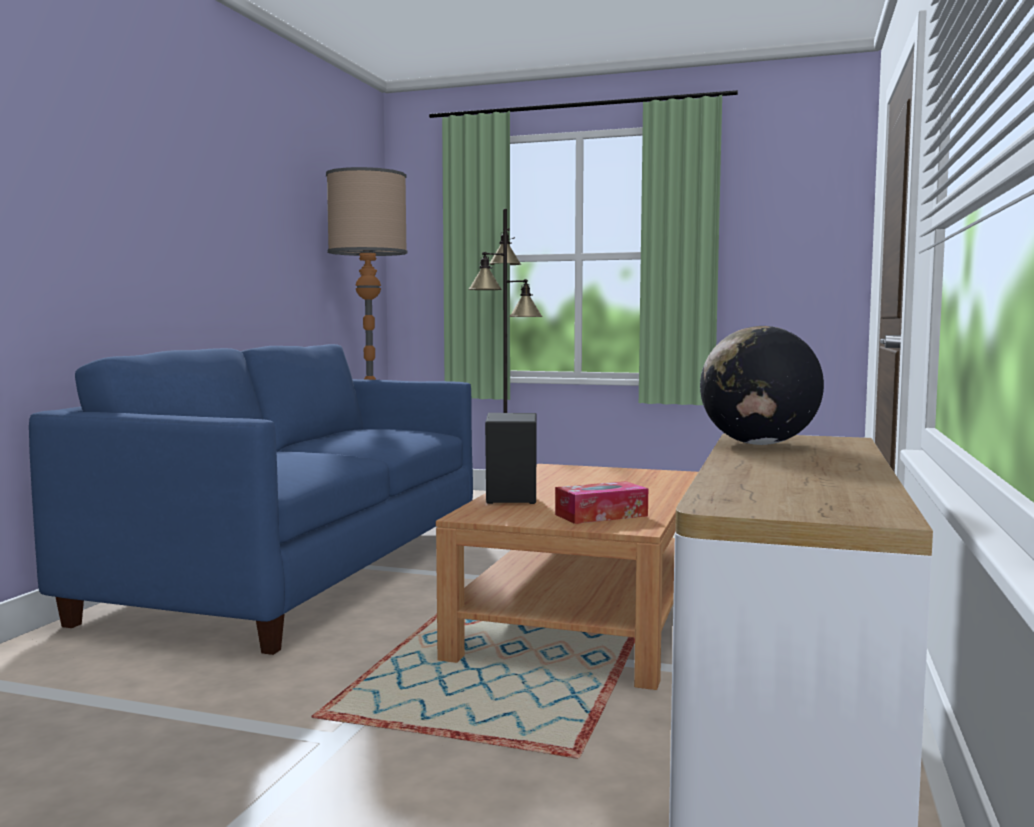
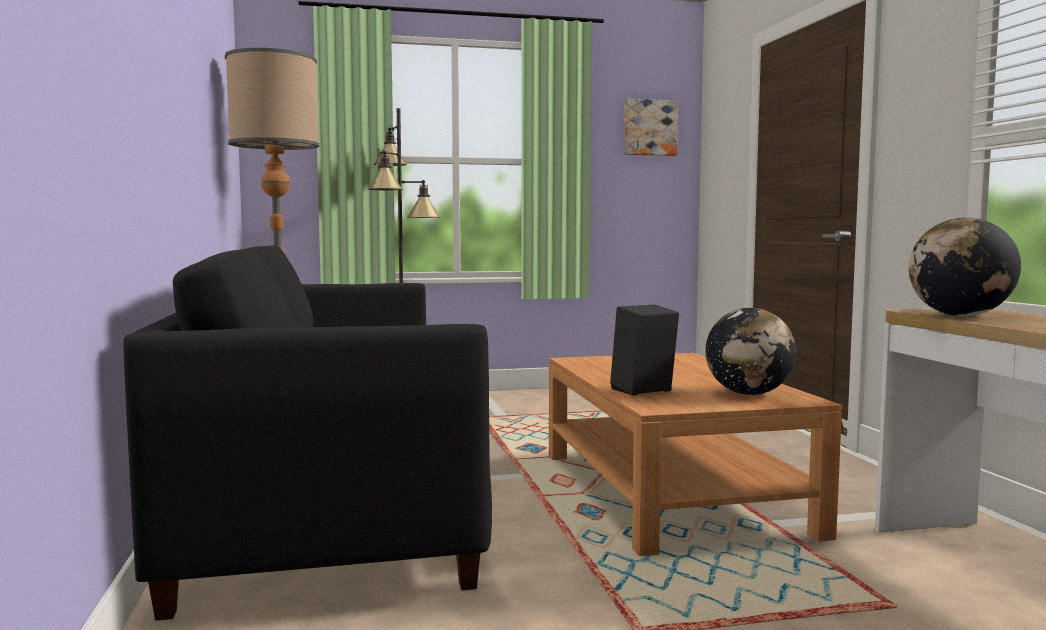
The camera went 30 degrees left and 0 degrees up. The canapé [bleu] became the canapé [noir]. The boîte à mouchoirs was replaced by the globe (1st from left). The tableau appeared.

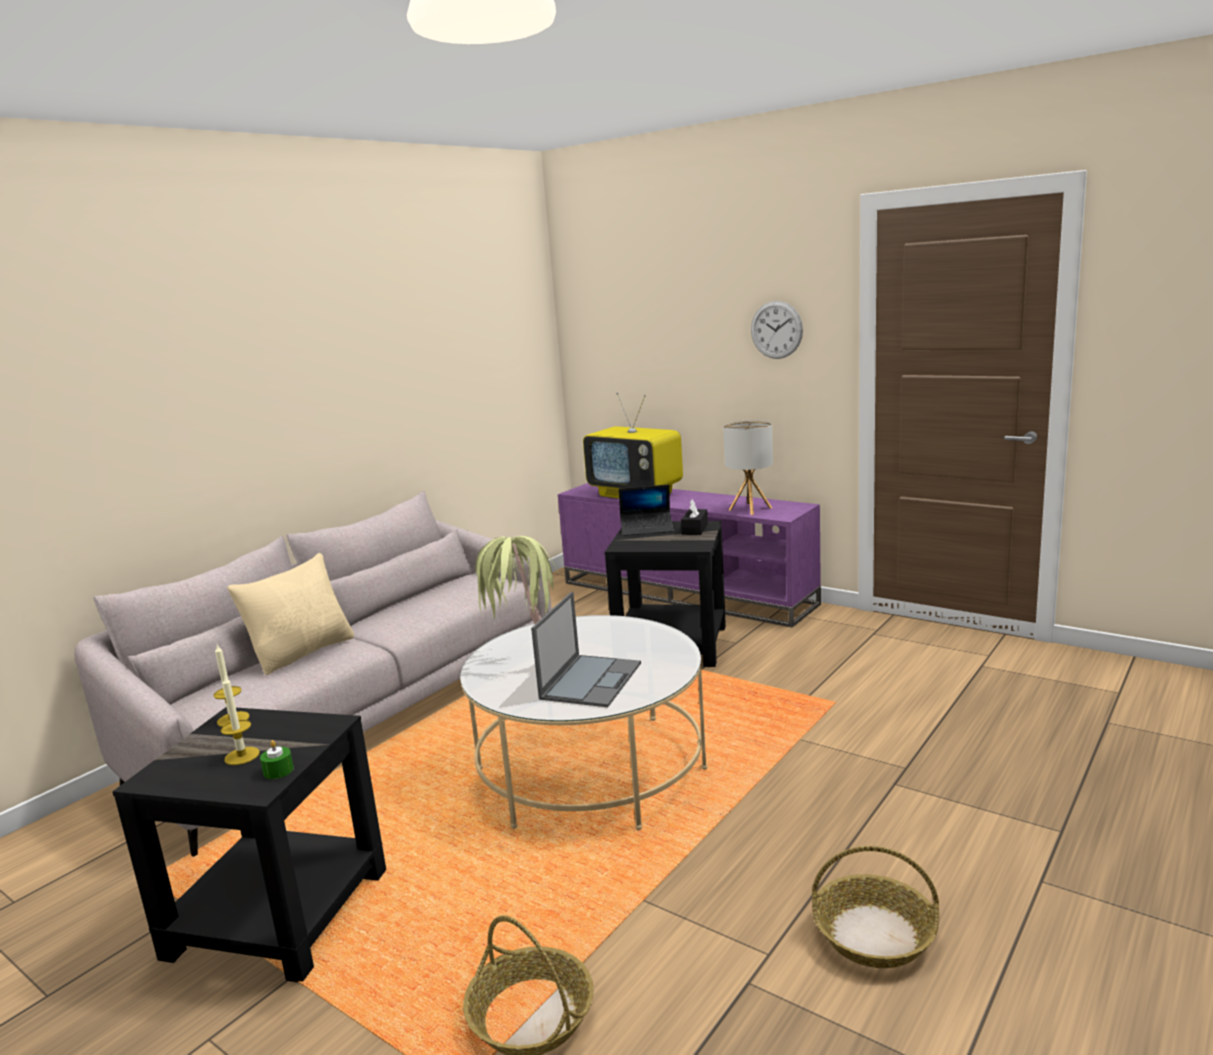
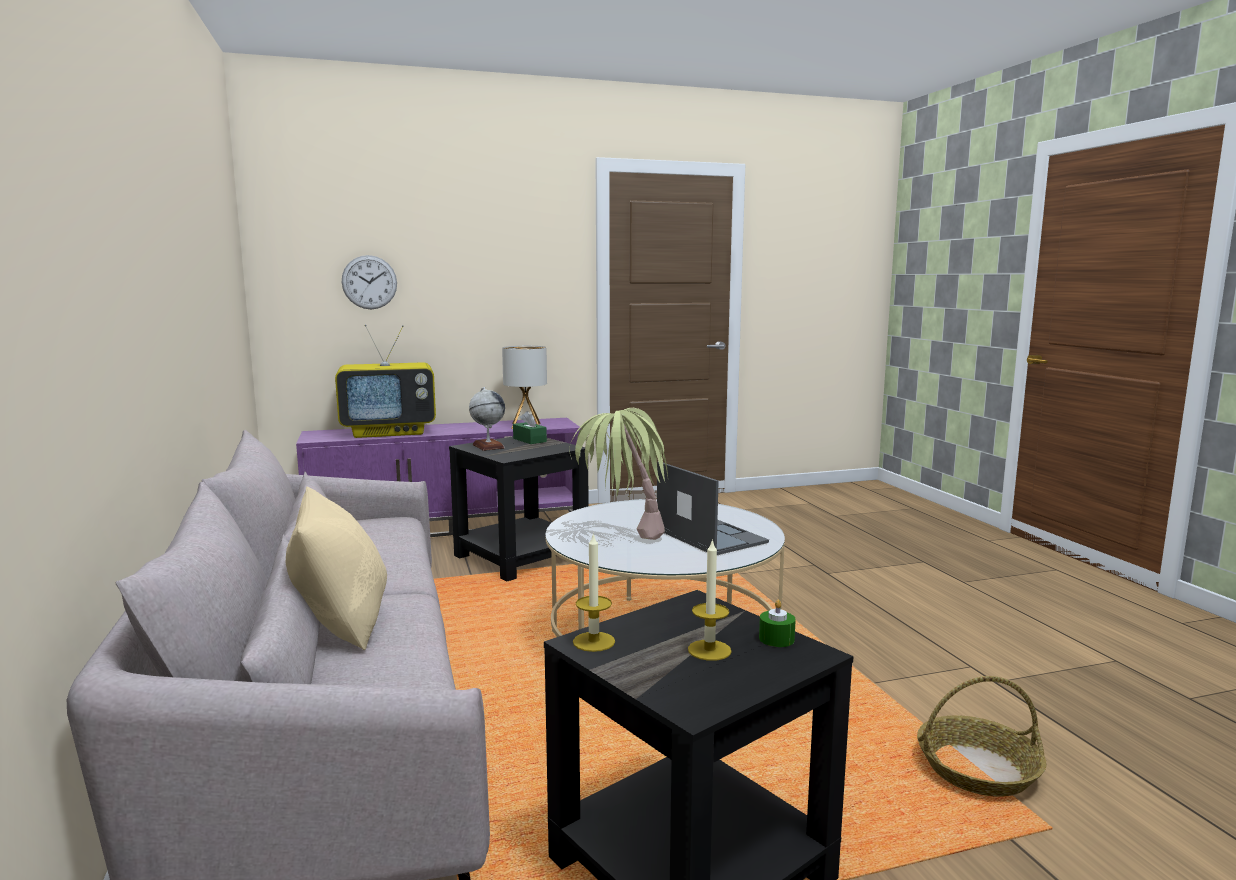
The camera went 55 degrees left and 5 degrees down. The horloge murale moved. The ordinateur portable (2nd from left) was replaced by the globe. The boîte à mouchoirs [noir] became the boîte à mouchoirs [vert]. The panier (2nd from left) disappeared.

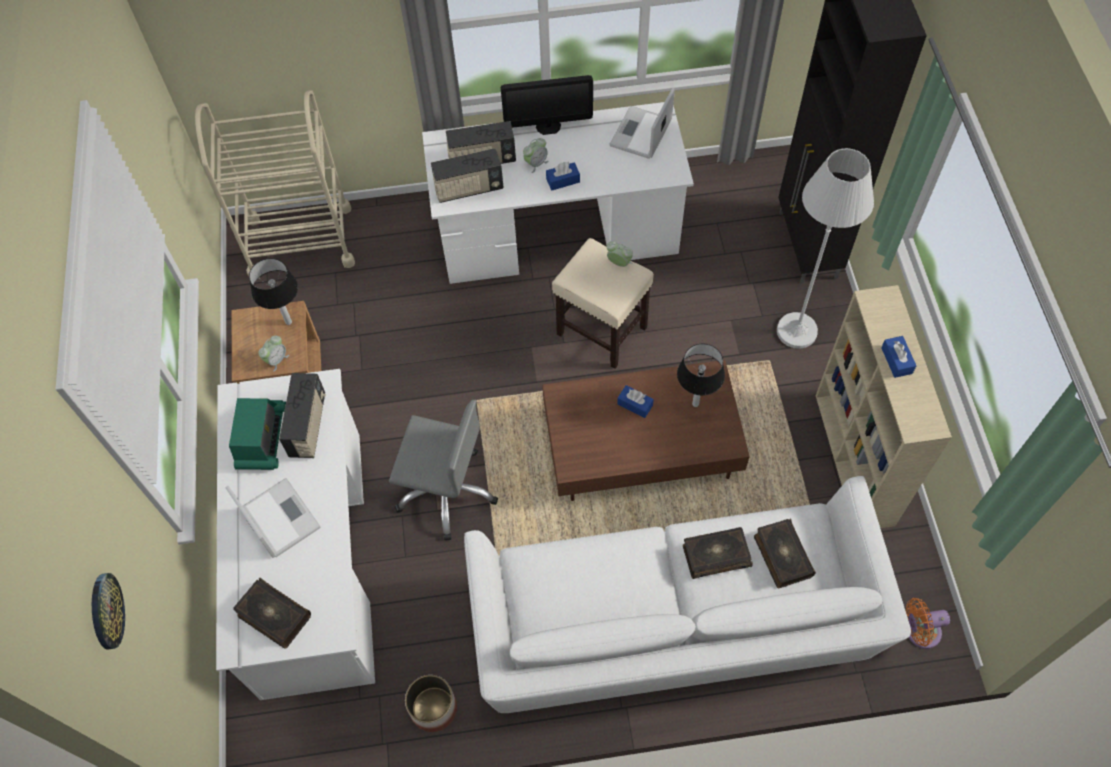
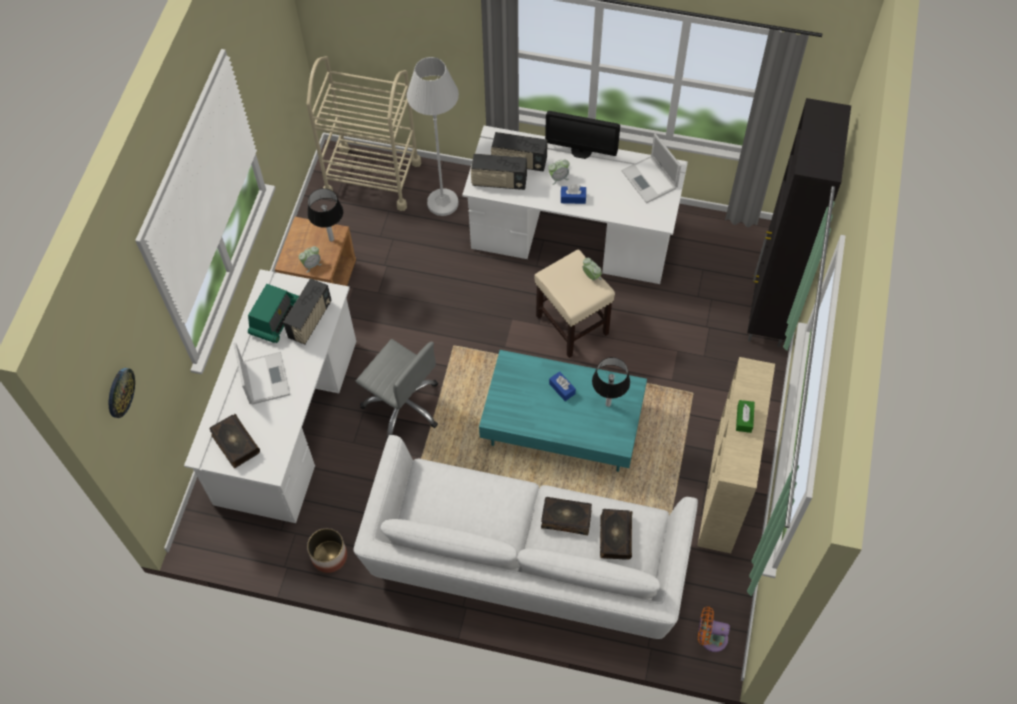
The camera went 20 degrees right and 0 degrees up. The ordinateur portable (2nd from left) turned 75 degrees counterclockwise. The lampadaire [blanc] moved. The boîte à mouchoirs [bleu] (3rd from left) became the boîte à mouchoirs [vert]. The table basse [marron] became the table basse [turquoise].

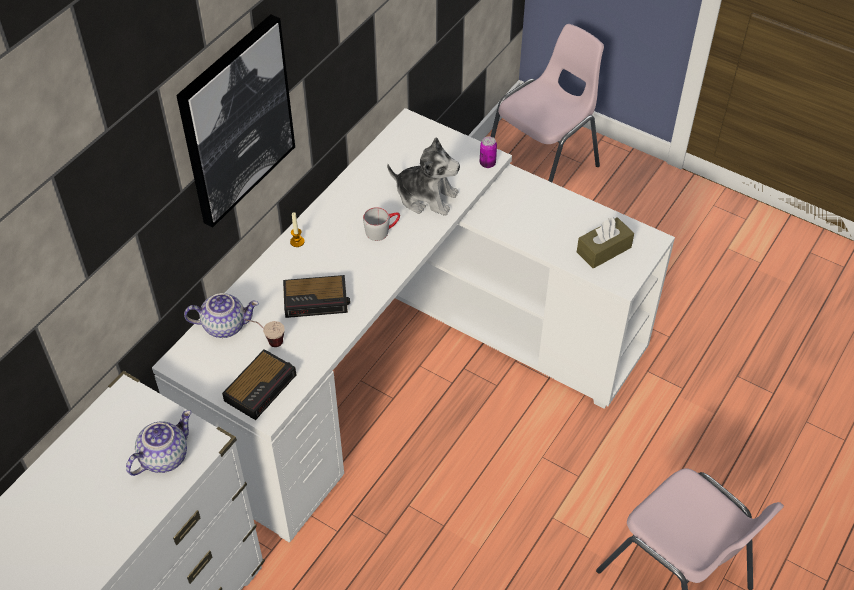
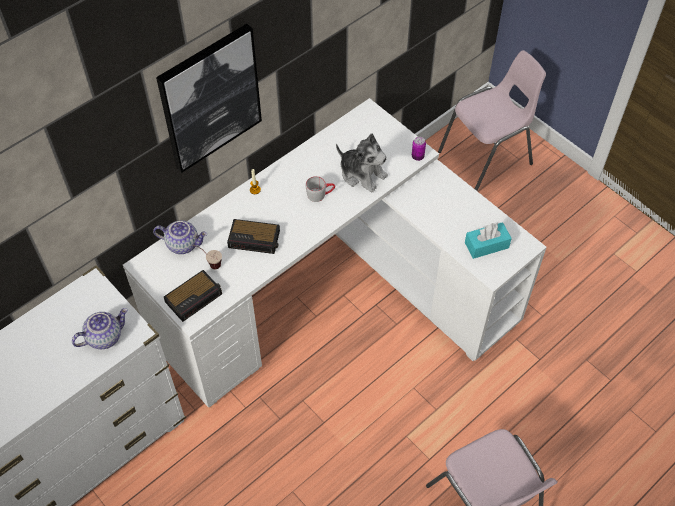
The camera went 15 degrees right and 5 degrees up. The boîte à mouchoirs [marron] became the boîte à mouchoirs [turquoise].

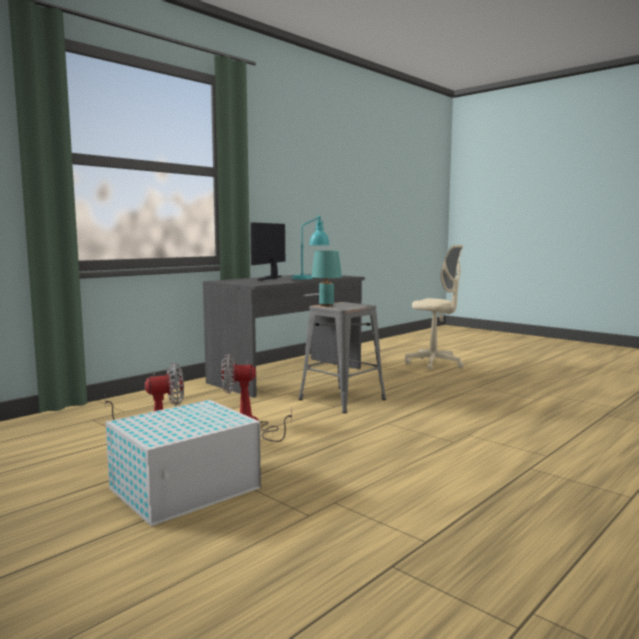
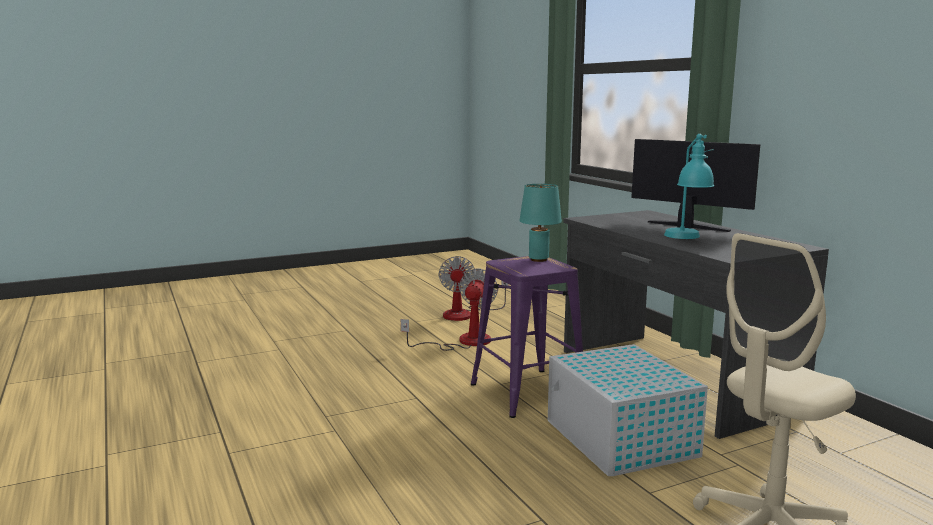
The camera went 110 degrees right and 5 degrees up. The tabouret [gris] became the tabouret [violet]. The boîte de rangement [blanc] moved.

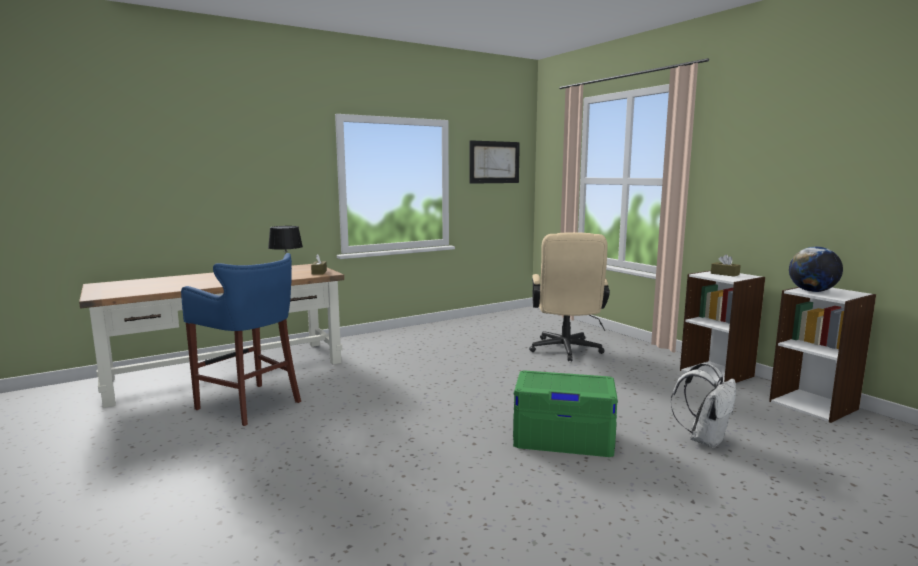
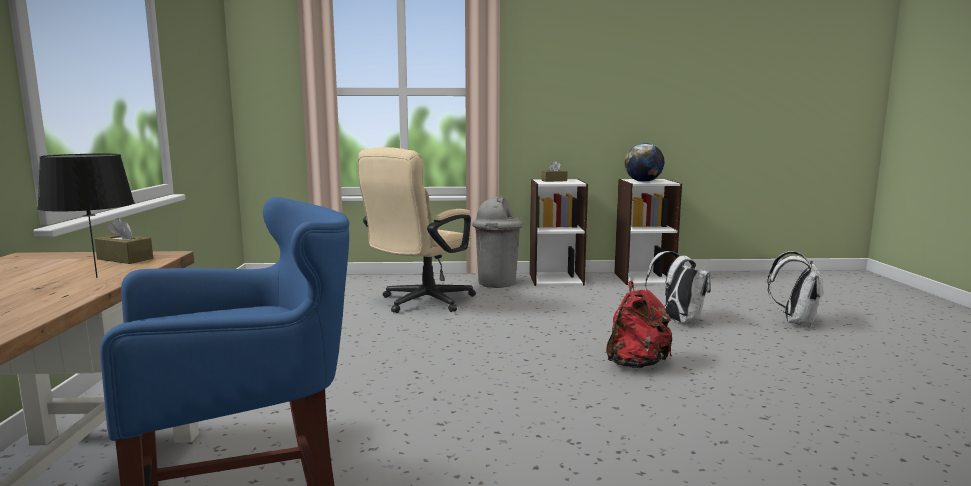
The camera went 60 degrees left and 0 degrees up. The tableau disappeared. The chaise de bureau [beige] turned 90 degrees clockwise. The boîte de rangement [vert] was replaced by the sac à dos [rouge]. The poubelle [gris] appeared. The sac à dos [blanc] (2nd from left) appeared.

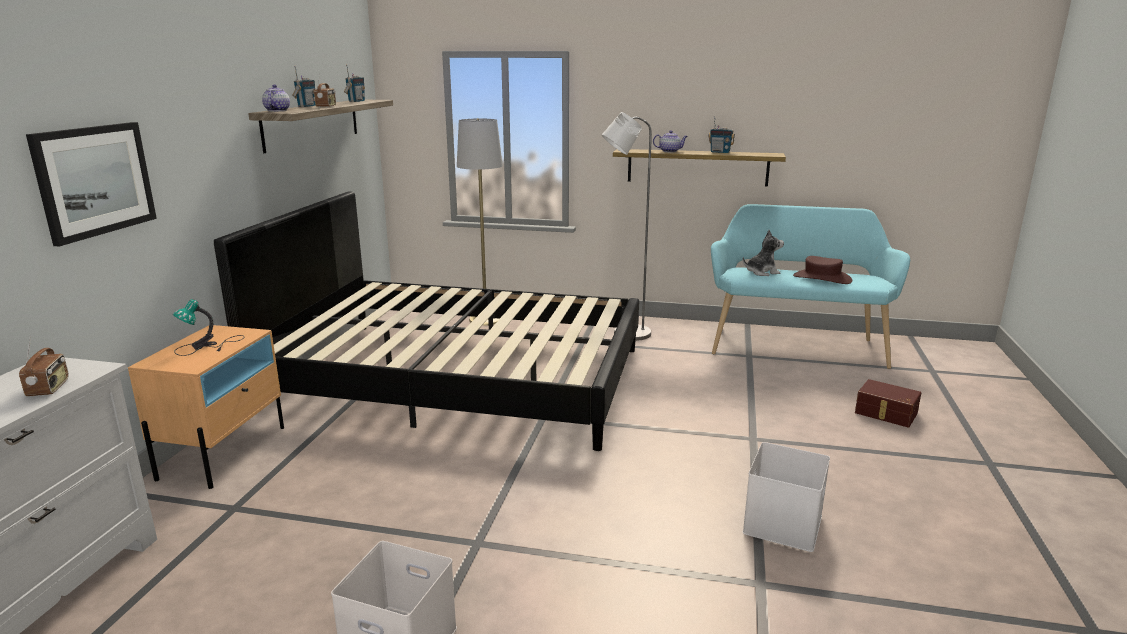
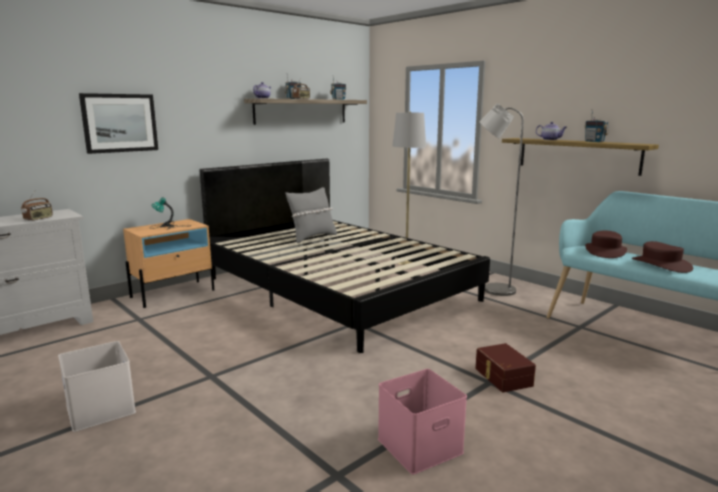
The camera went 35 degrees right and 5 degrees down. The peluche was replaced by the chapeau [marron] (1st from left). The boîte de rangement [marron] moved. The boîte de rangement [blanc] (2nd from left) became the boîte de rangement [rose]. The coussin [gris] appeared.

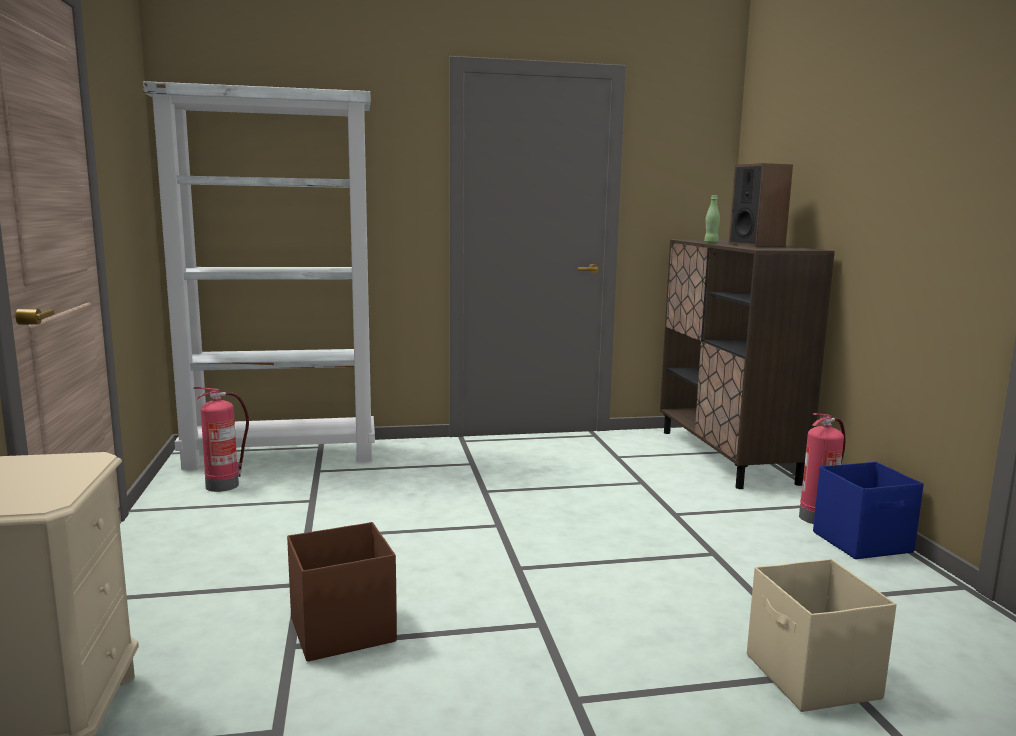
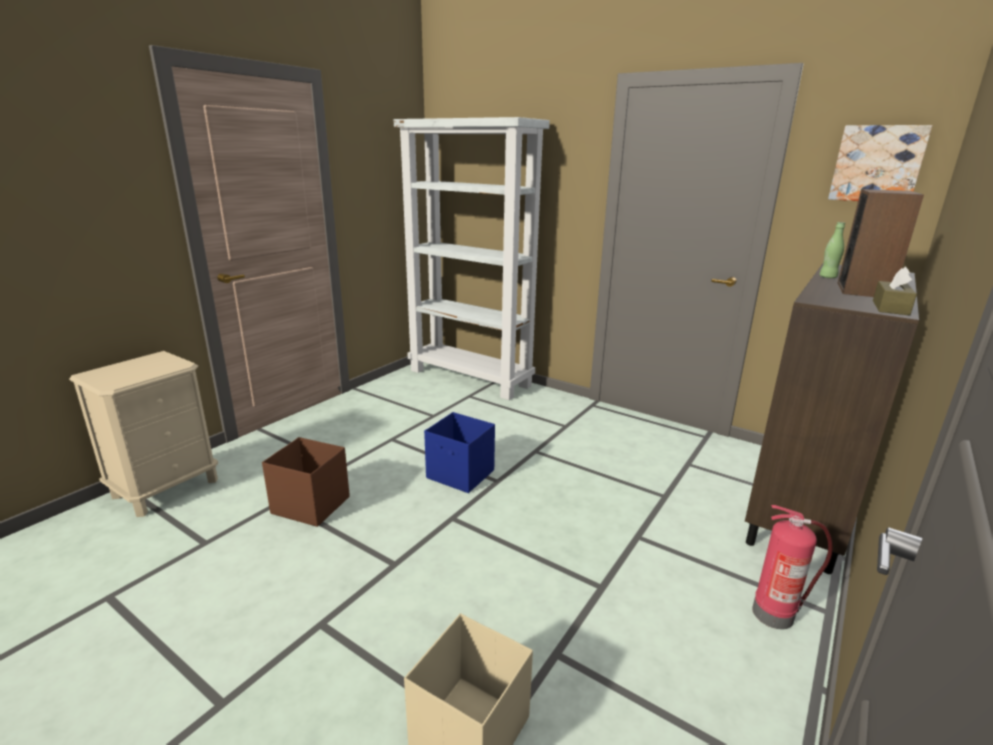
The camera went 45 degrees right and 10 degrees up. The extincteur (1st from left) disappeared. The boîte de rangement [bleu] moved. The tableau appeared. The boîte à mouchoirs [marron] appeared.

